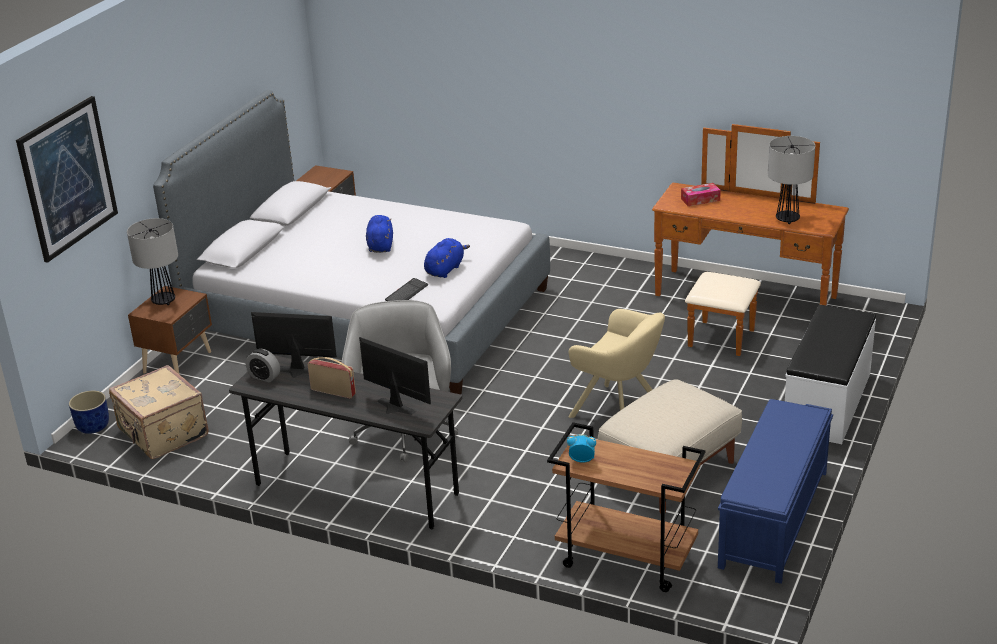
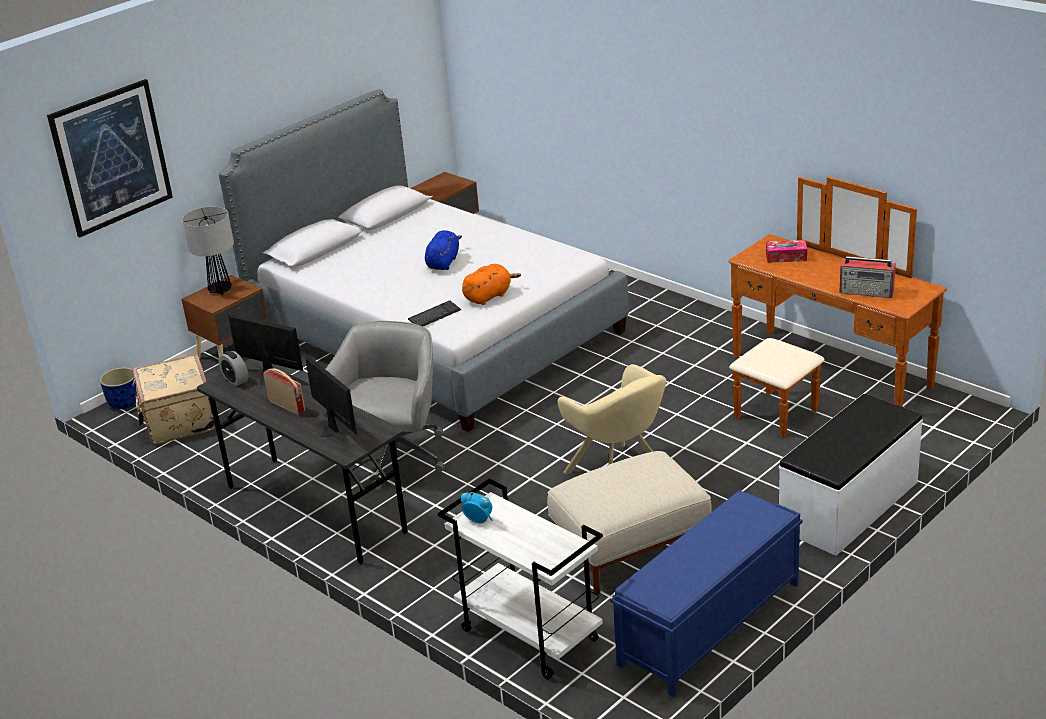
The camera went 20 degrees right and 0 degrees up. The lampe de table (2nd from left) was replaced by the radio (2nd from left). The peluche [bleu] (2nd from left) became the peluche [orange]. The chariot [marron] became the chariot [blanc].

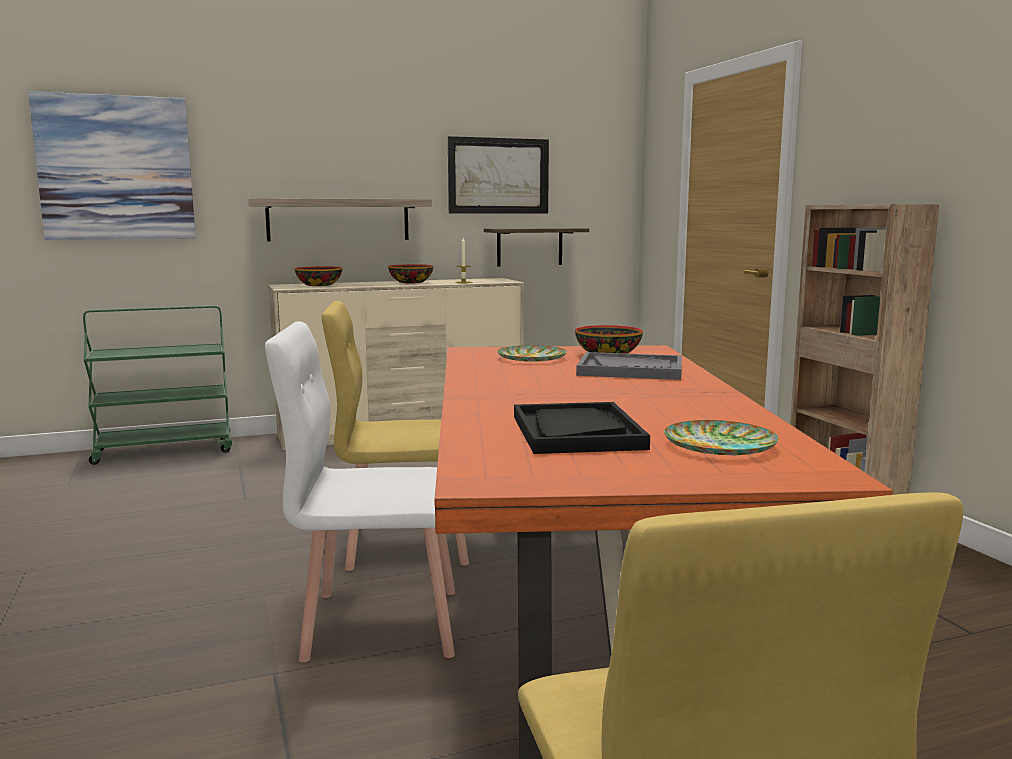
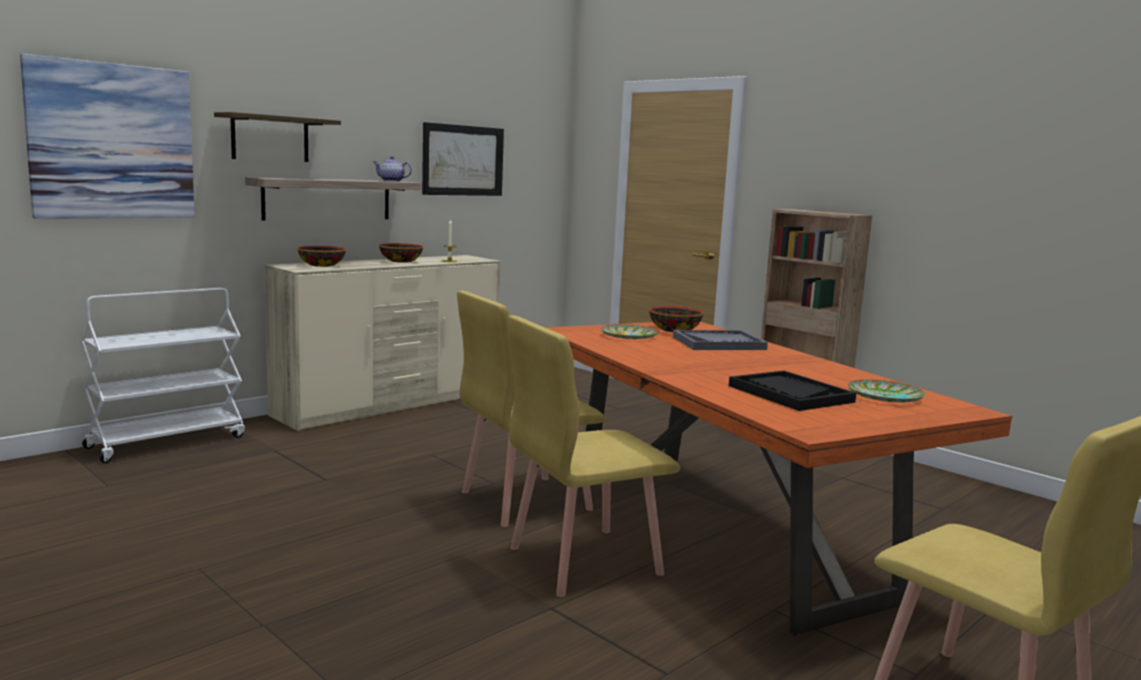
The camera went 25 degrees left and 0 degrees up. The étagère (2nd from left in the first image) moved. The chariot [vert] became the chariot [blanc]. The chaise [blanc] became the chaise [jaune] (2nd from left). The théière appeared.

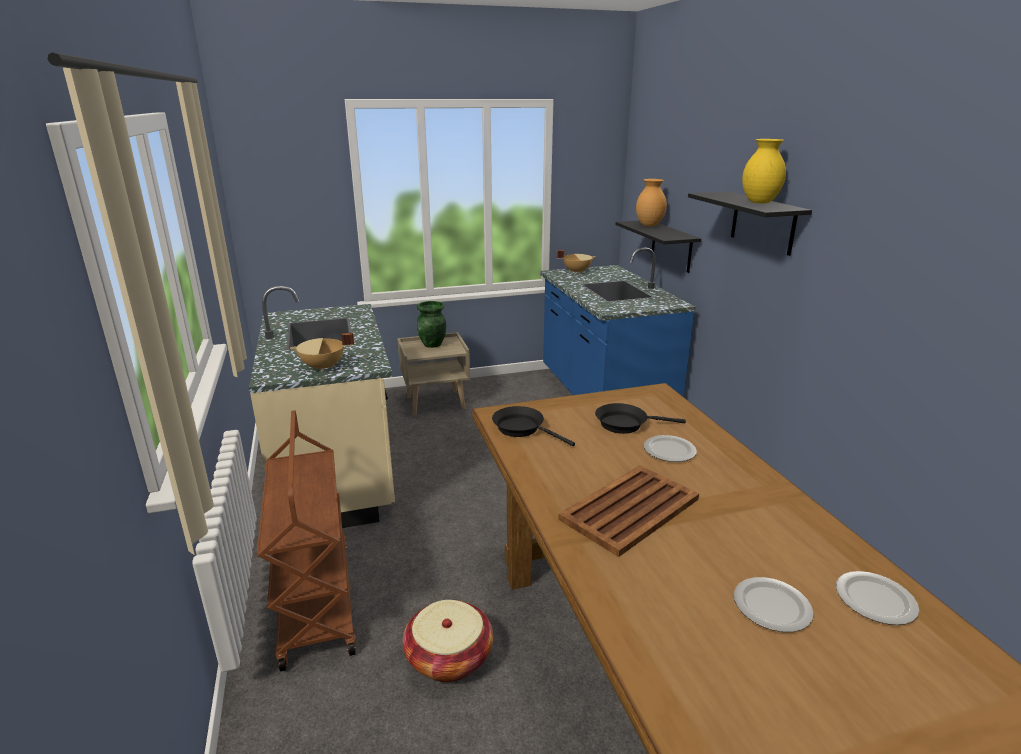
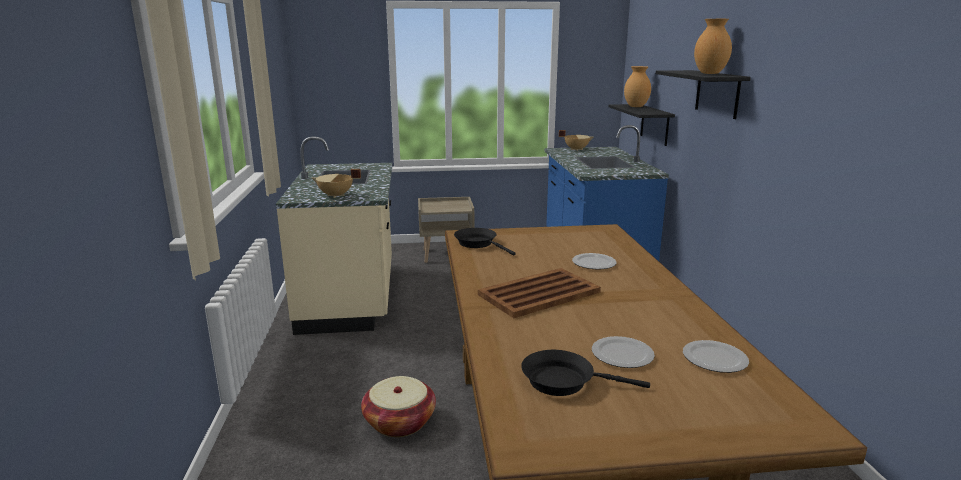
The camera went 10 degrees right and 5 degrees down. The vase [jaune] became the vase [marron] (2nd from left). The vase [vert] disappeared. The poêle [noir] (2nd from left) moved. The chariot [marron] disappeared.

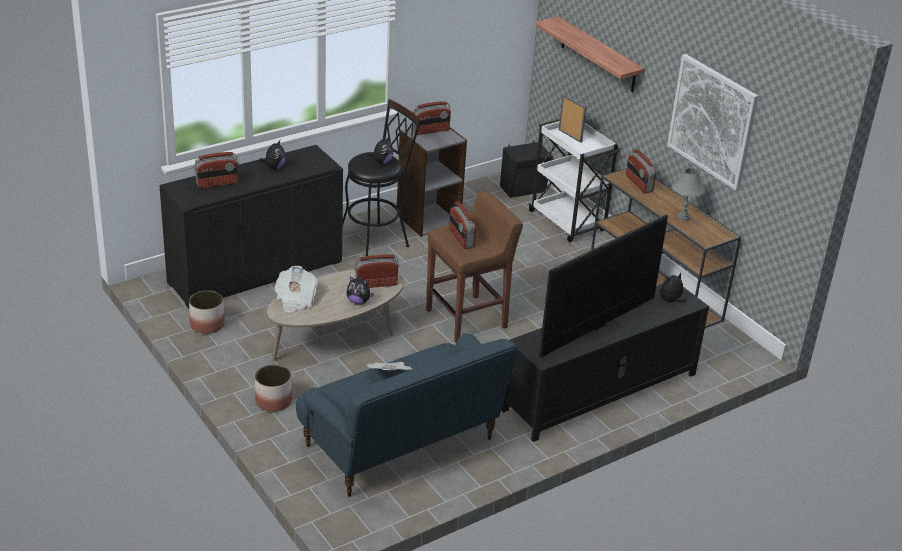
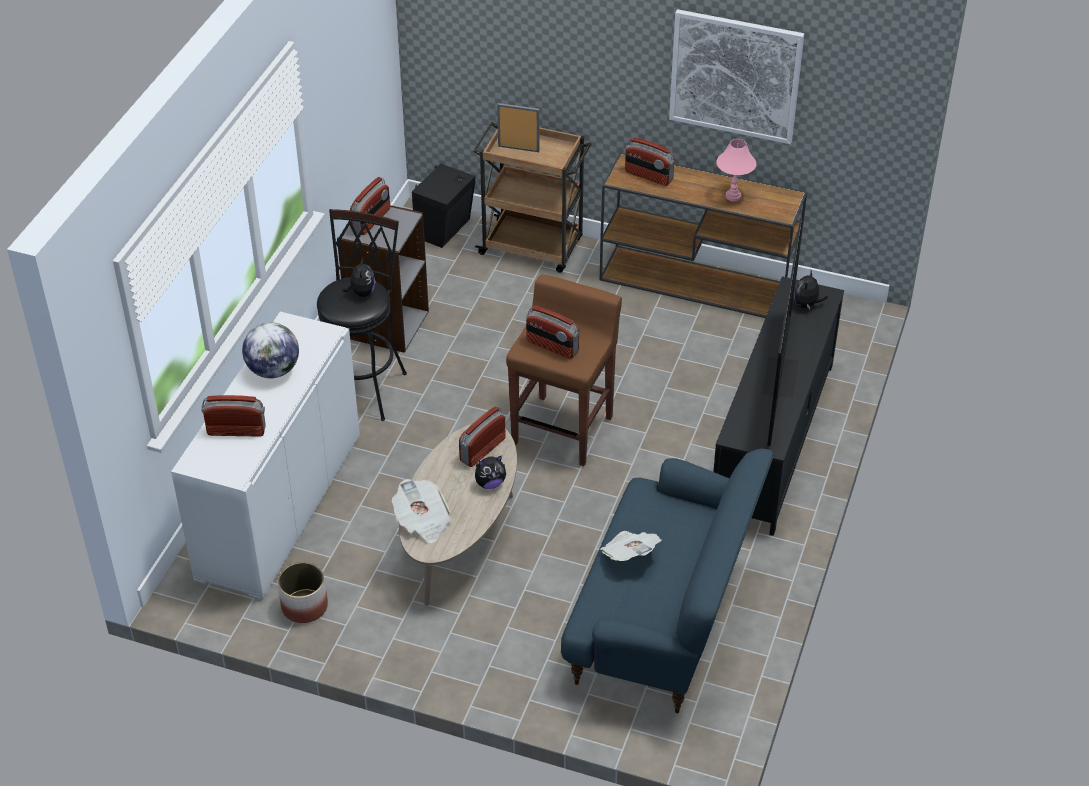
The camera went 35 degrees left and 10 degrees up. The étagère disappeared. The chariot [blanc] became the chariot [marron]. The peluche (1st from left) was replaced by the globe. The meuble de rangement [noir] became the meuble de rangement [blanc]. The radio (1st from left) turned 120 degrees counterclockwise. The lampe de table [gris] became the lampe de table [rose]. The cache-pot (2nd from left) disappeared.

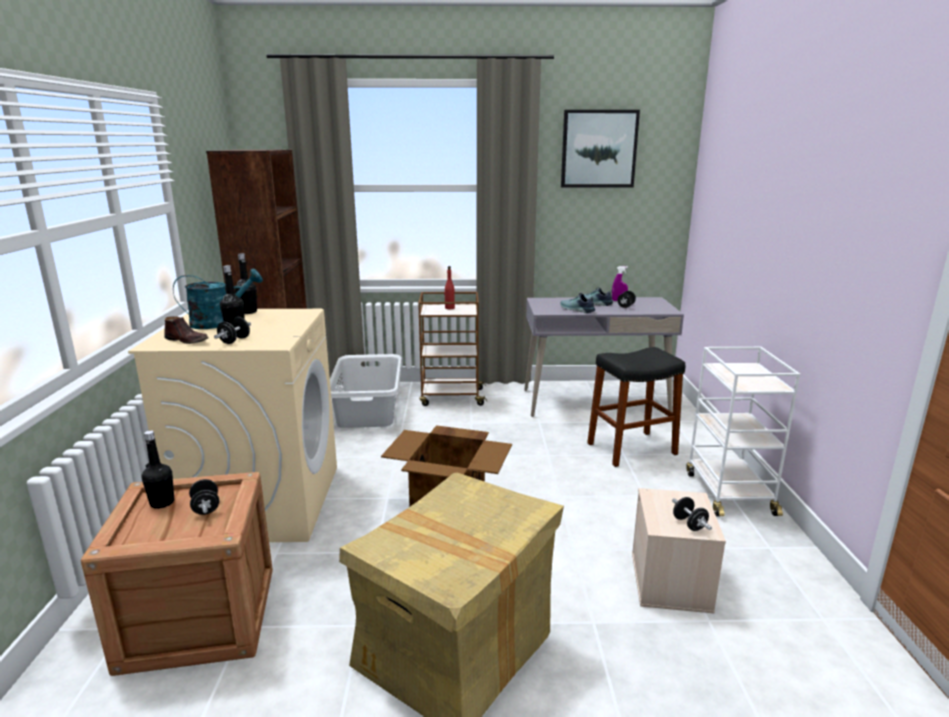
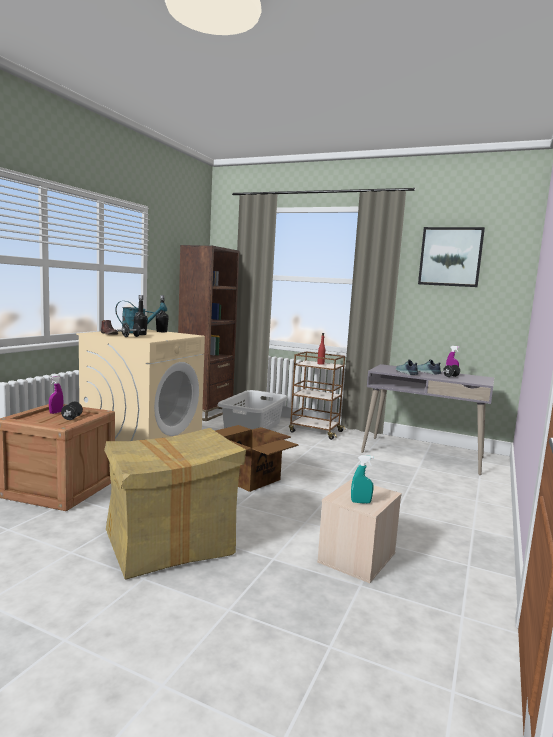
The camera went 25 degrees right and 10 degrees down. The tabouret [noir] disappeared. The chariot [blanc] disappeared. The bouteille [noir] (1st from left) was replaced by the vaporisateur [violet] (1st from left). The haltère [noir] (4th from left) was replaced by the vaporisateur [turquoise].

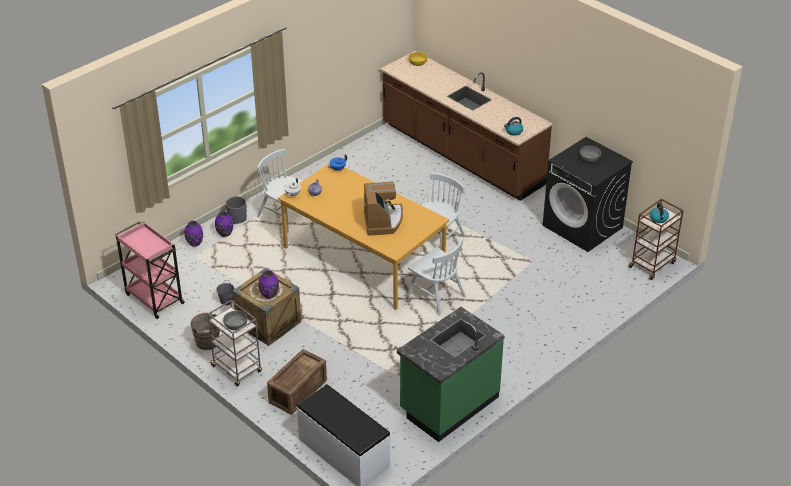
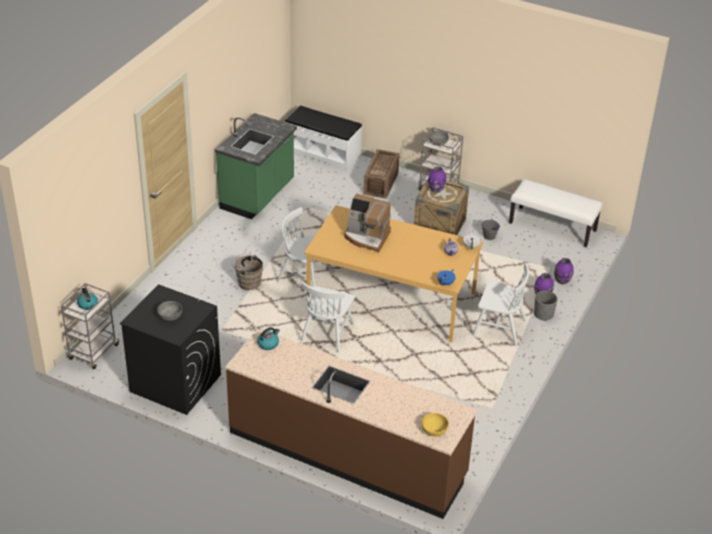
The camera went 160 degrees right and 0 degrees up. The machine à café turned 45 degrees counterclockwise. The chariot [marron] became the chariot [gris] (1st from left). The chariot [rose] was replaced by the banc [blanc] (2nd from left). The seau [marron] moved.

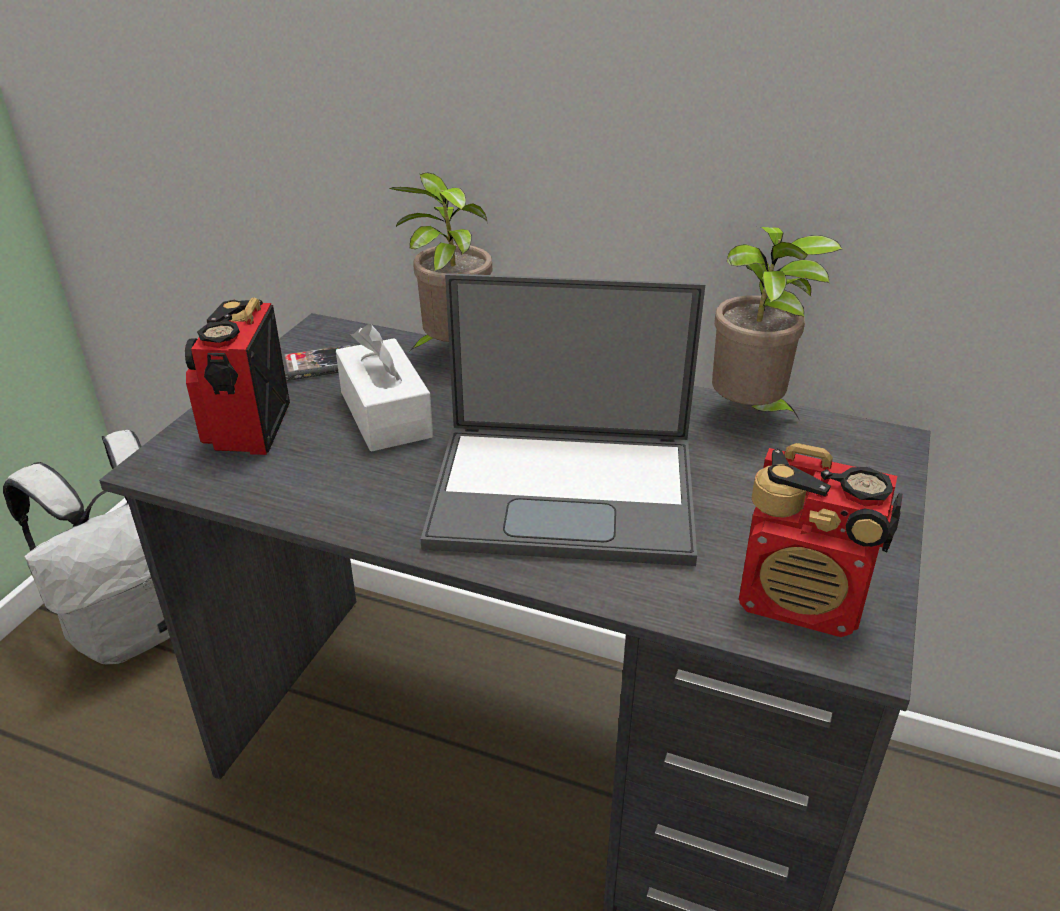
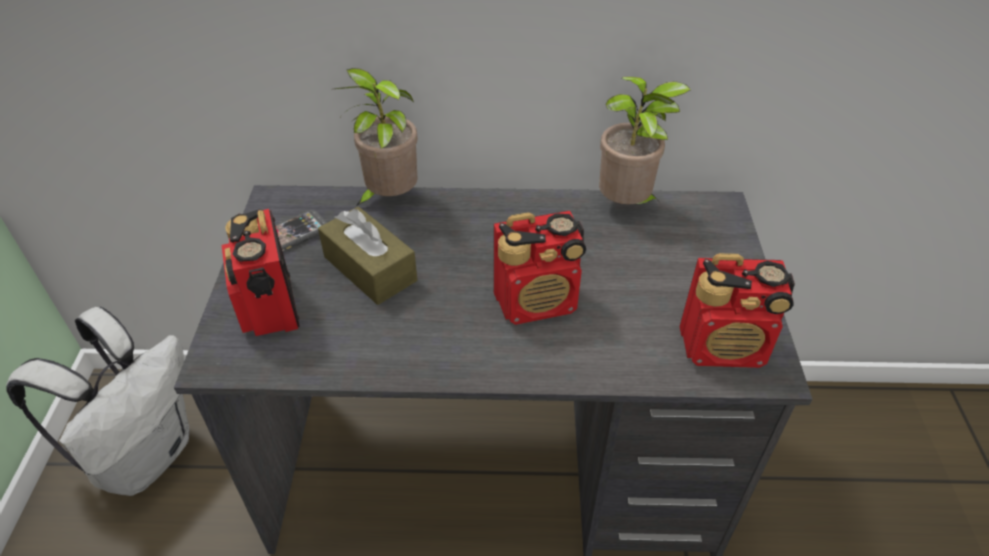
The camera went 20 degrees left and 10 degrees up. The ordinateur portable was replaced by the radio (2nd from left). The boîte à mouchoirs [blanc] became the boîte à mouchoirs [marron].

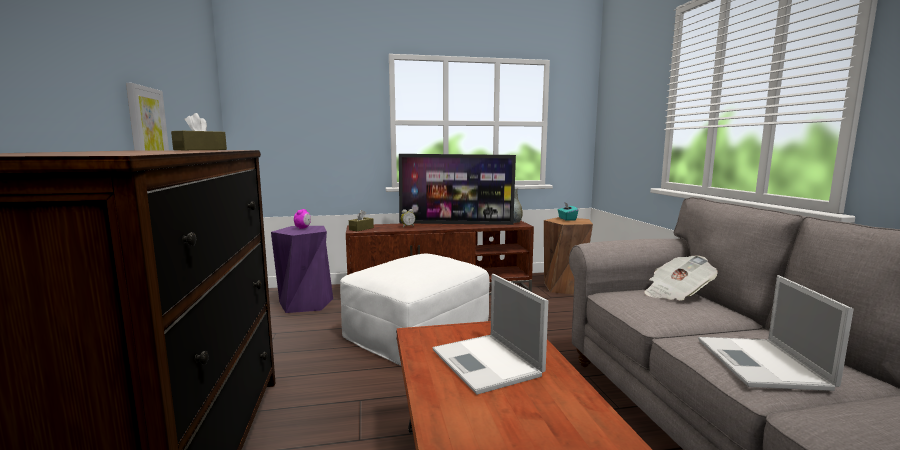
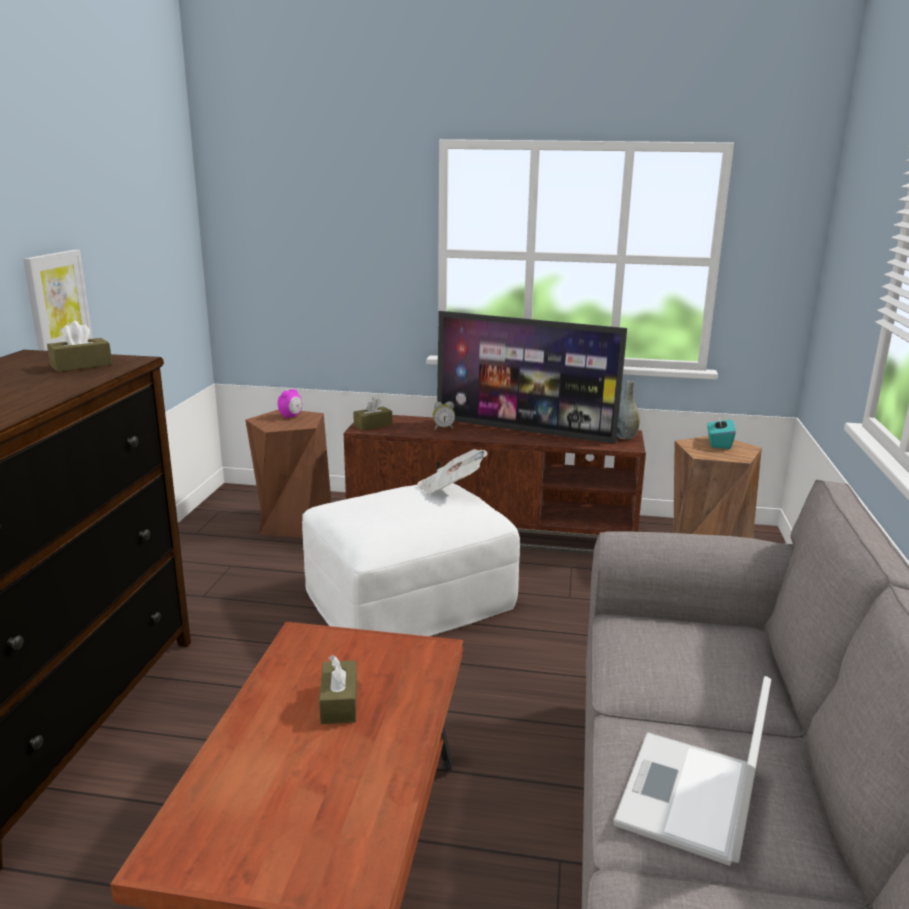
The camera went 20 degrees right and 10 degrees up. The tabouret [violet] became the tabouret [marron] (1st from left). The journal moved. The ordinateur portable (1st from left) was replaced by the boîte à mouchoirs [marron] (2nd from left).

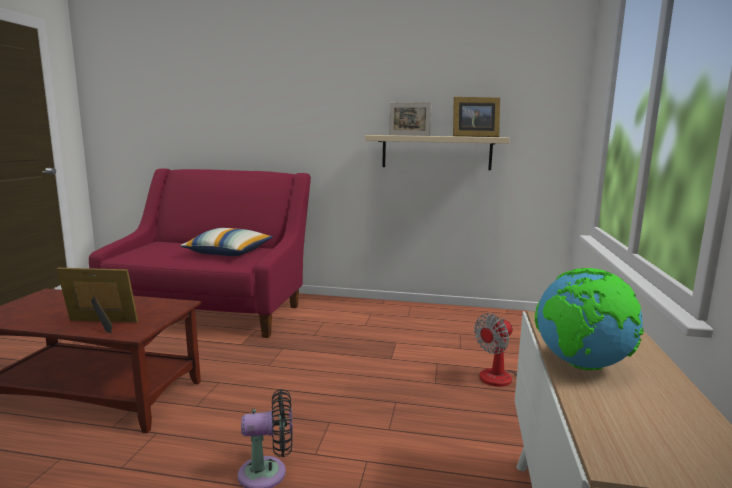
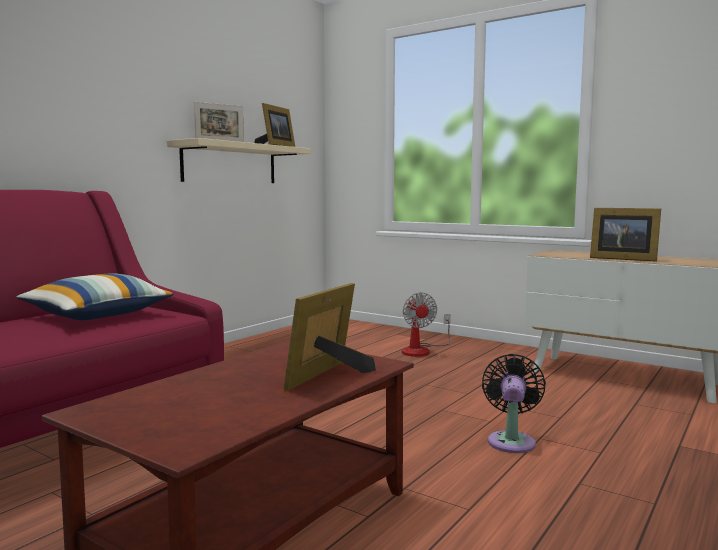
The camera went 65 degrees left and 5 degrees down. The globe was replaced by the cadre photo (4th from left).

